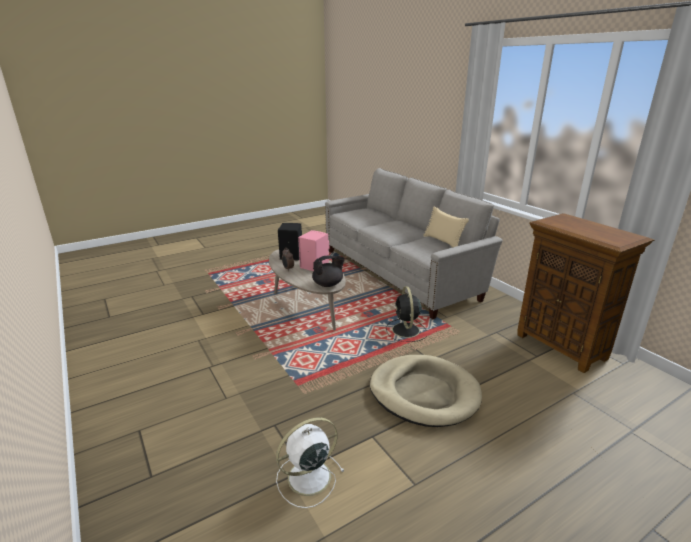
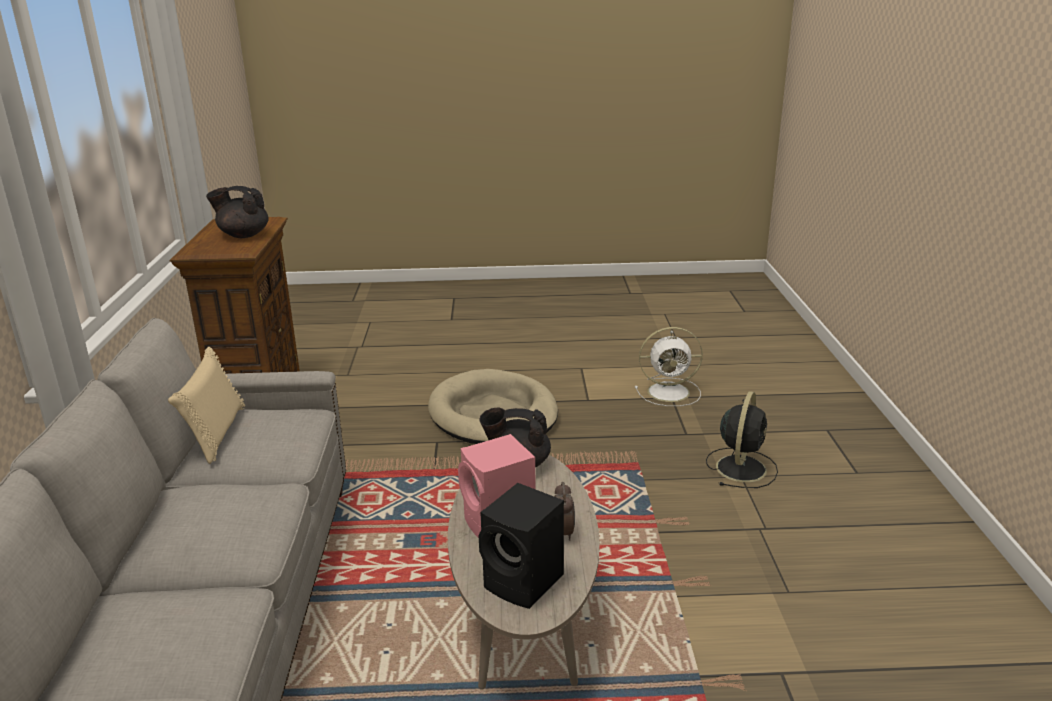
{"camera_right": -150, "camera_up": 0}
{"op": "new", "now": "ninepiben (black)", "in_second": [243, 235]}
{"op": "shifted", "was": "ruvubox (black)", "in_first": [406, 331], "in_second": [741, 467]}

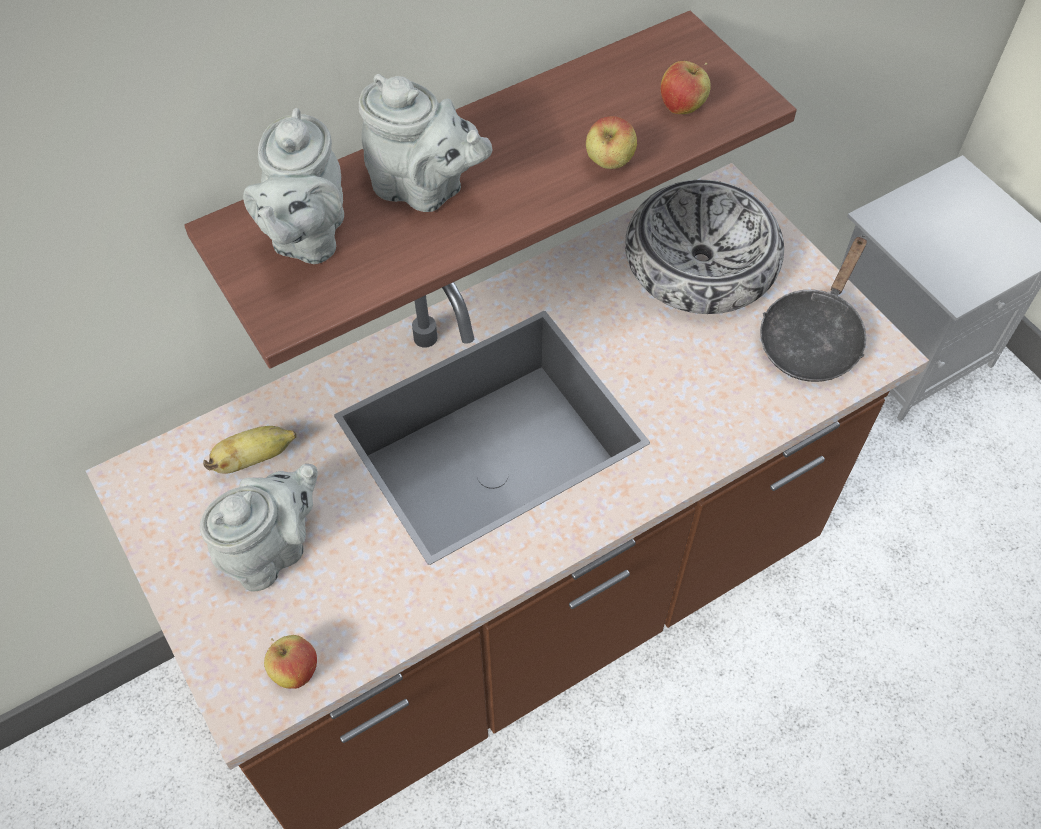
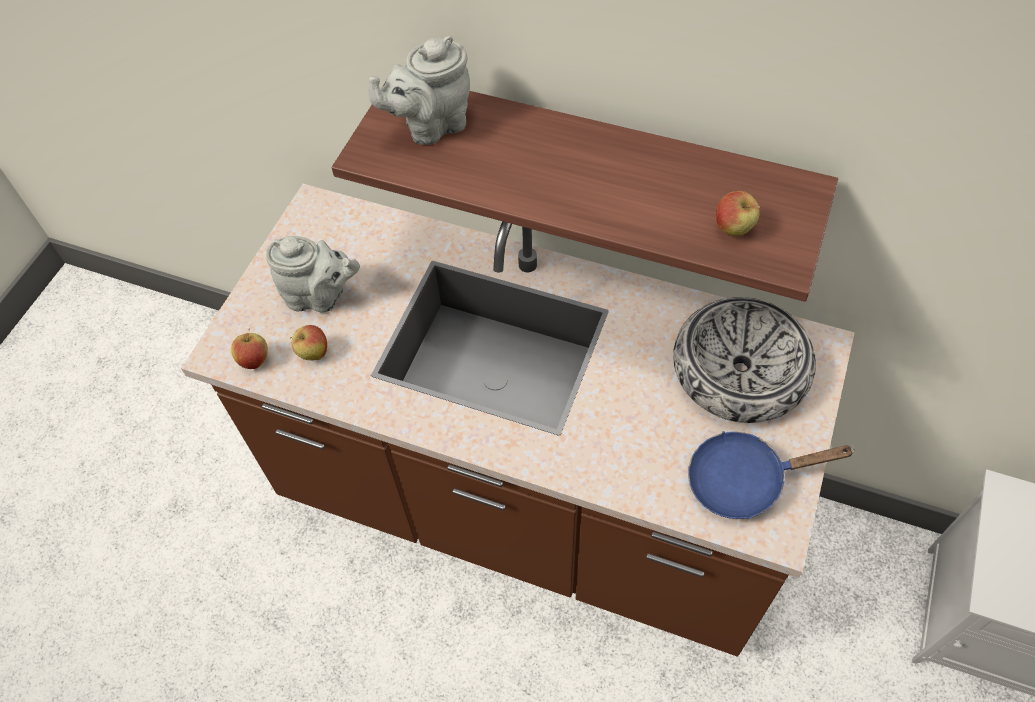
{"camera_right": 55, "camera_up": 0}
{"op": "shifted", "was": "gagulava", "in_first": [609, 164], "in_second": [313, 353]}
{"op": "repainted", "was": "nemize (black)", "now": "nemize (blue)", "in_first": [813, 337], "in_second": [744, 480]}
{"op": "gone", "was": "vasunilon", "in_first": [254, 458]}
{"op": "gone", "was": "ninepiben (grey)", "in_first": [424, 189]}

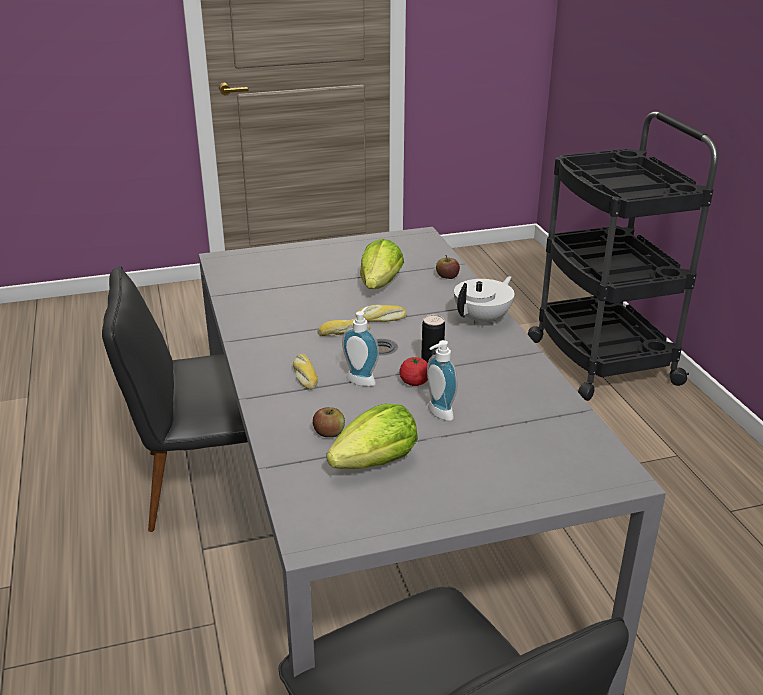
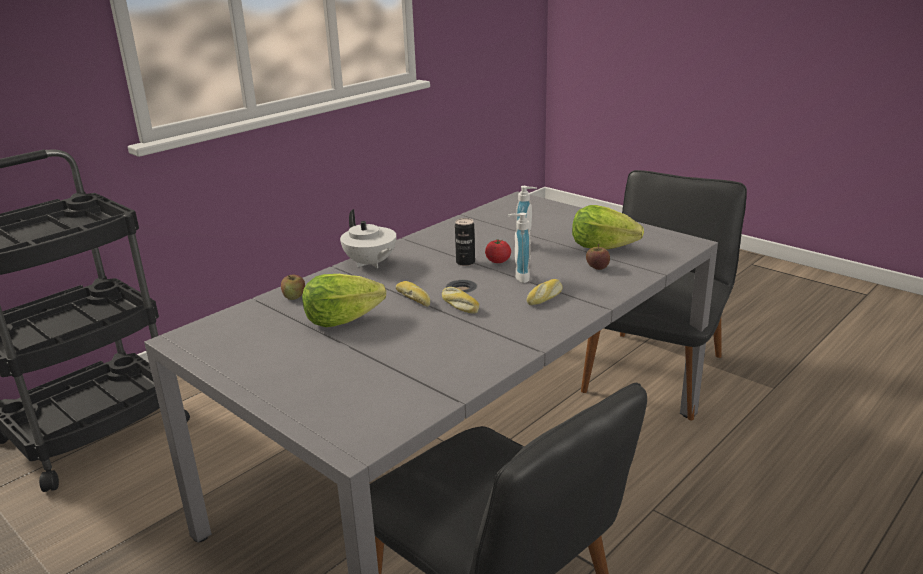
{"camera_right": -120, "camera_up": -5}
{"op": "rotated", "was": "ninepiben (white)", "in_first": [483, 319], "in_second": [370, 264], "clockwise": -135}

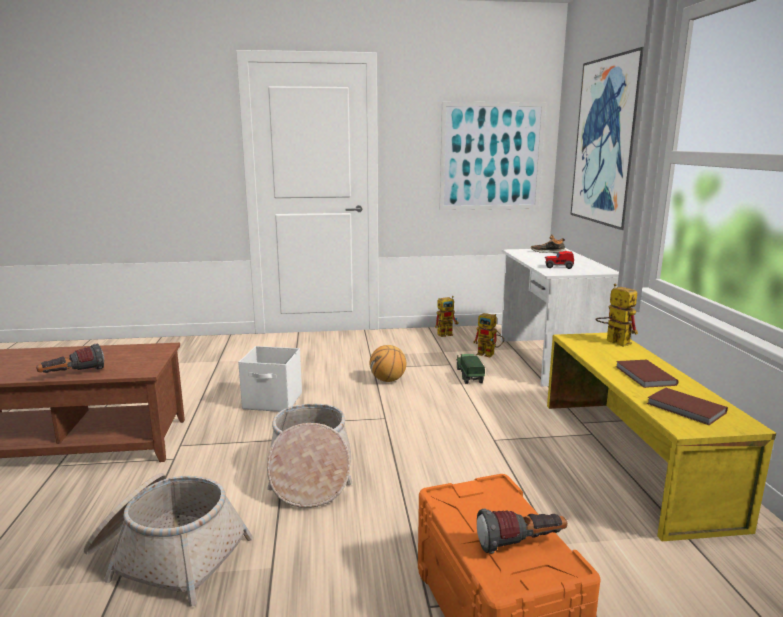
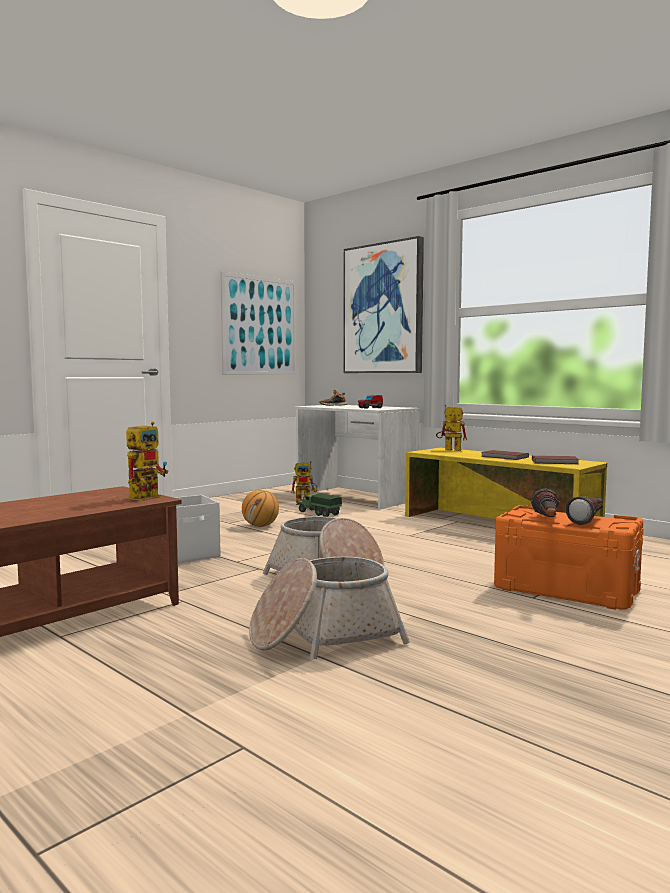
{"camera_right": -40, "camera_up": -10}
{"op": "shifted", "was": "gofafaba", "in_first": [447, 334], "in_second": [147, 496]}
{"op": "shifted", "was": "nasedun", "in_first": [73, 374], "in_second": [547, 520]}

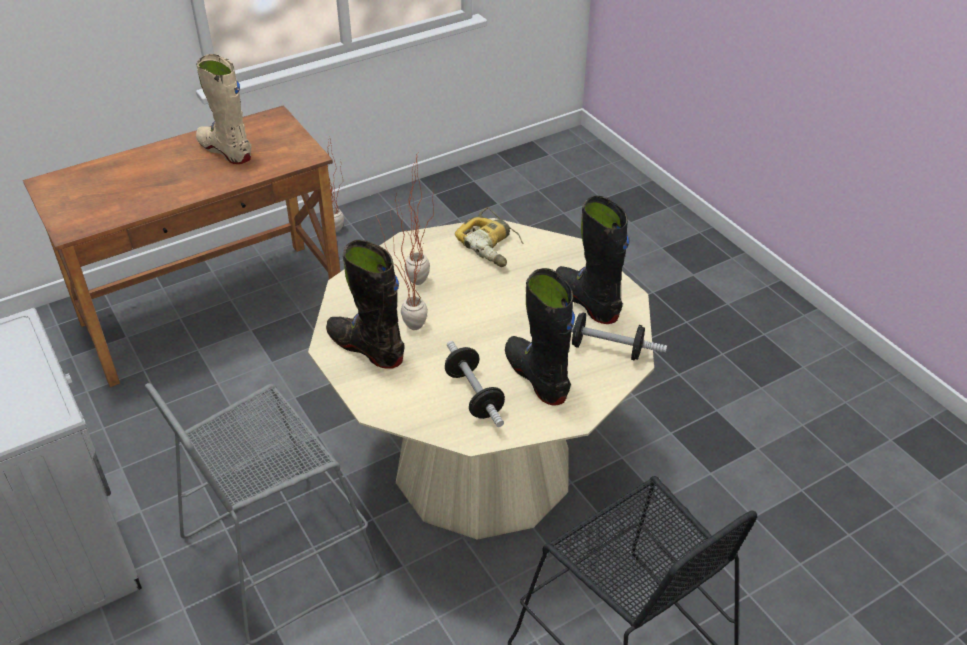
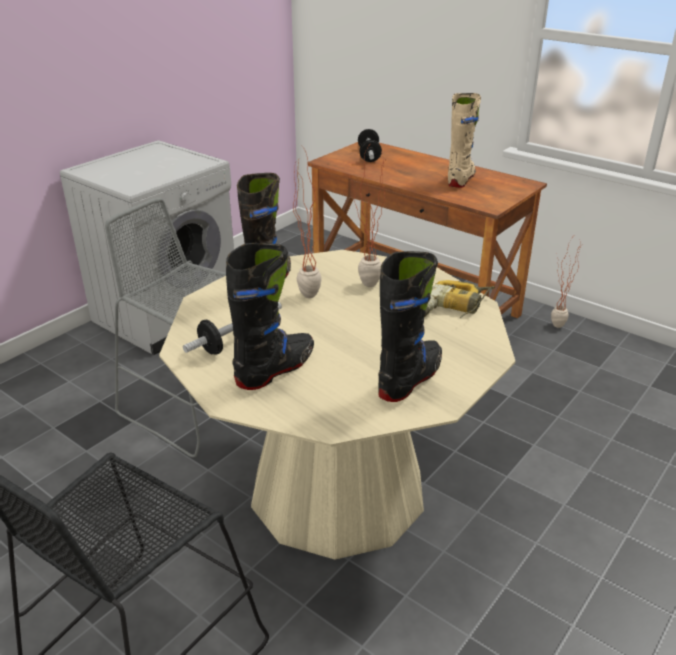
{"camera_right": 70, "camera_up": -10}
{"op": "shifted", "was": "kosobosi", "in_first": [606, 349], "in_second": [369, 156]}

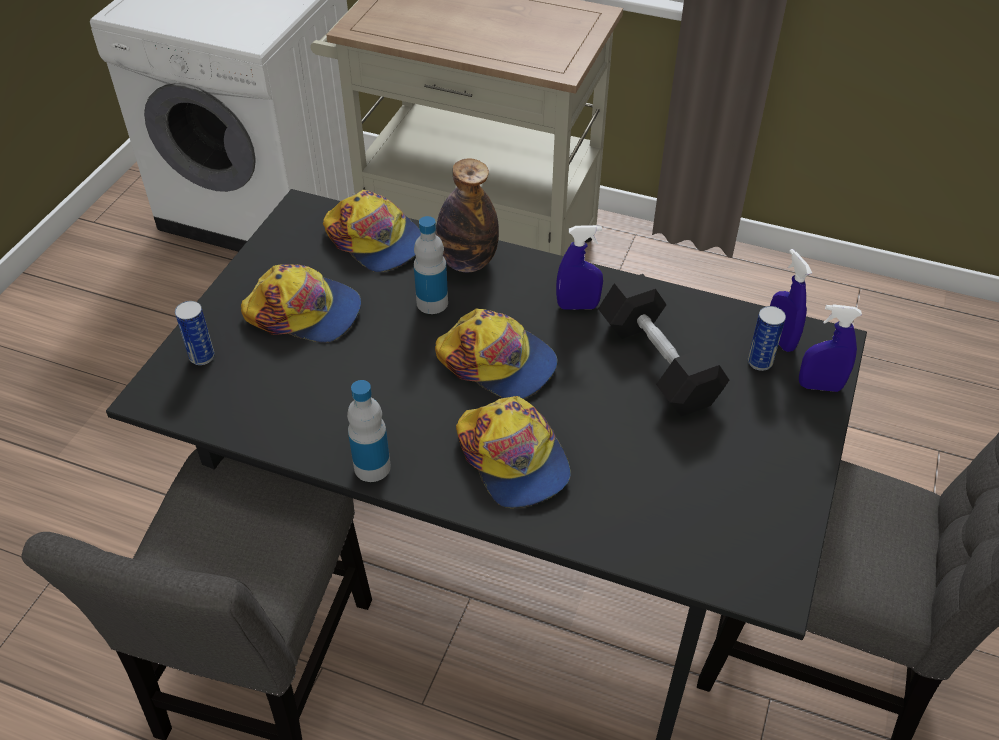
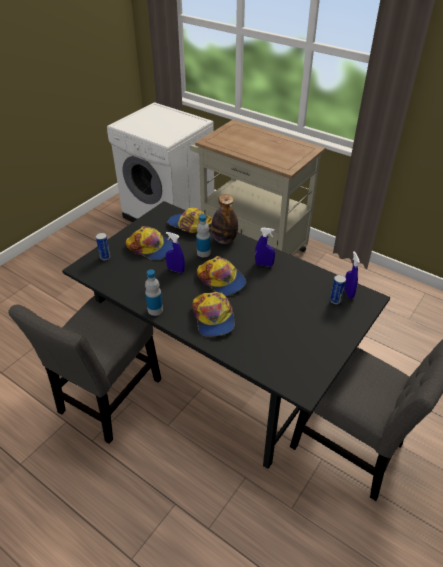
{"camera_right": 15, "camera_up": -5}
{"op": "shifted", "was": "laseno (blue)", "in_first": [819, 386], "in_second": [176, 270]}
{"op": "rotated", "was": "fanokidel", "in_first": [376, 240], "in_second": [190, 225], "clockwise": 150}
{"op": "gone", "was": "kosobosi (black)", "in_first": [658, 363]}

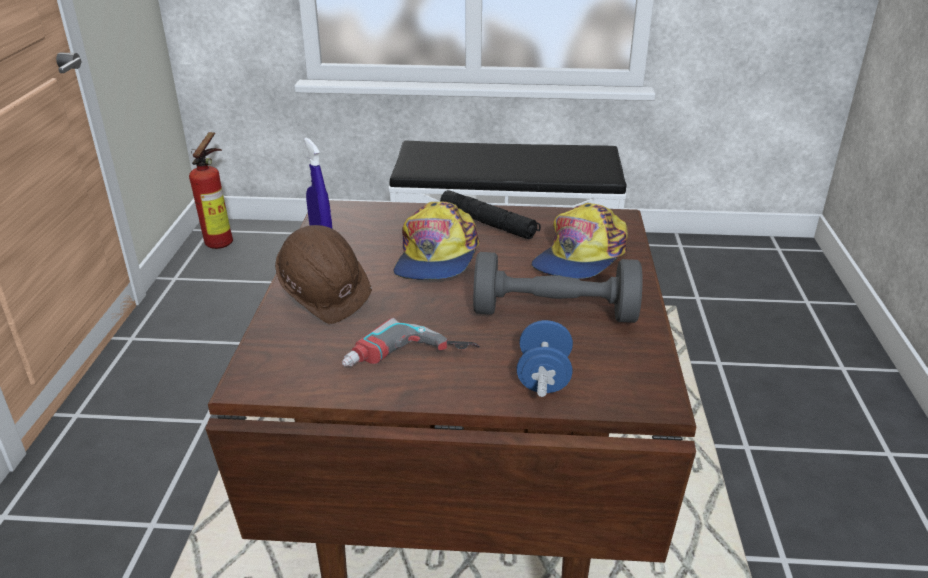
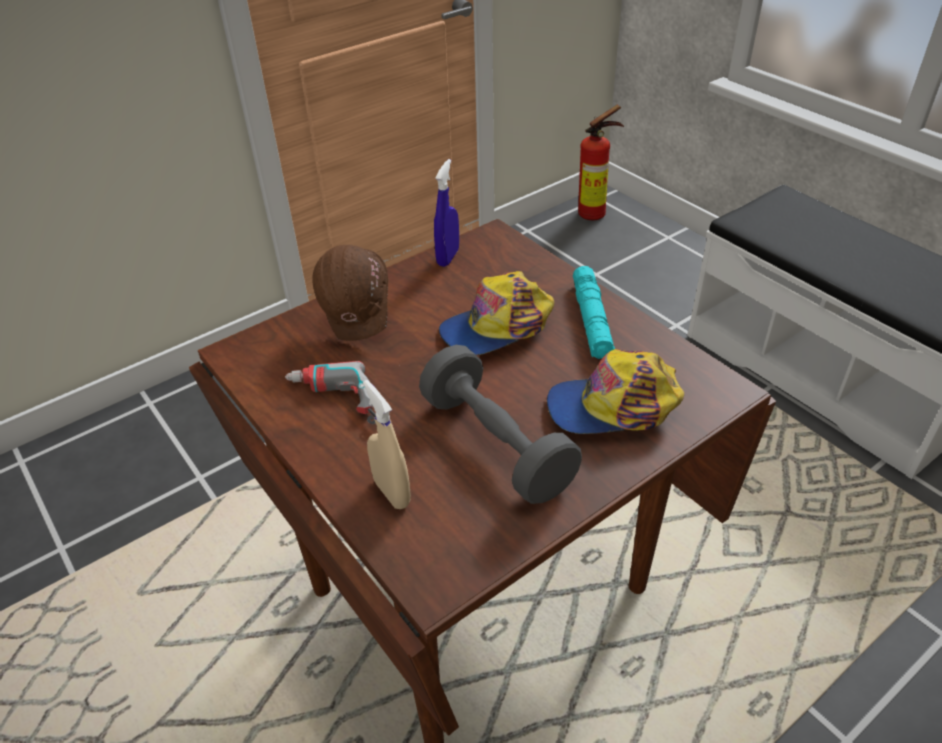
{"camera_right": 50, "camera_up": 10}
{"op": "swapped", "was": "kosobosi (blue)", "now": "laseno (beige)", "in_first": [543, 377], "in_second": [392, 493]}
{"op": "repainted", "was": "nasedun (black)", "now": "nasedun (turquoise)", "in_first": [488, 224], "in_second": [591, 321]}

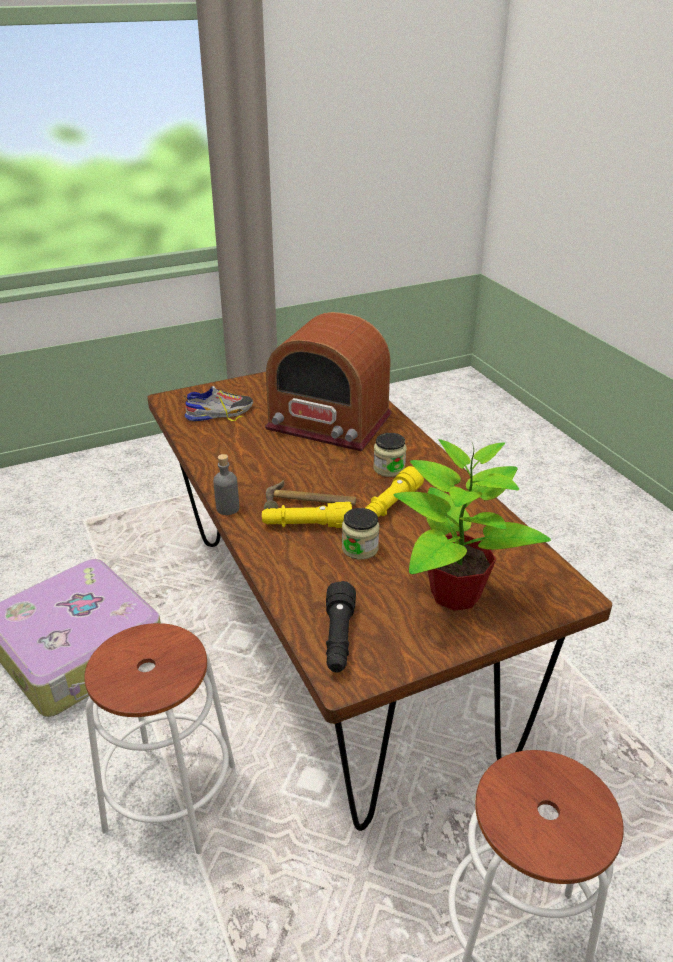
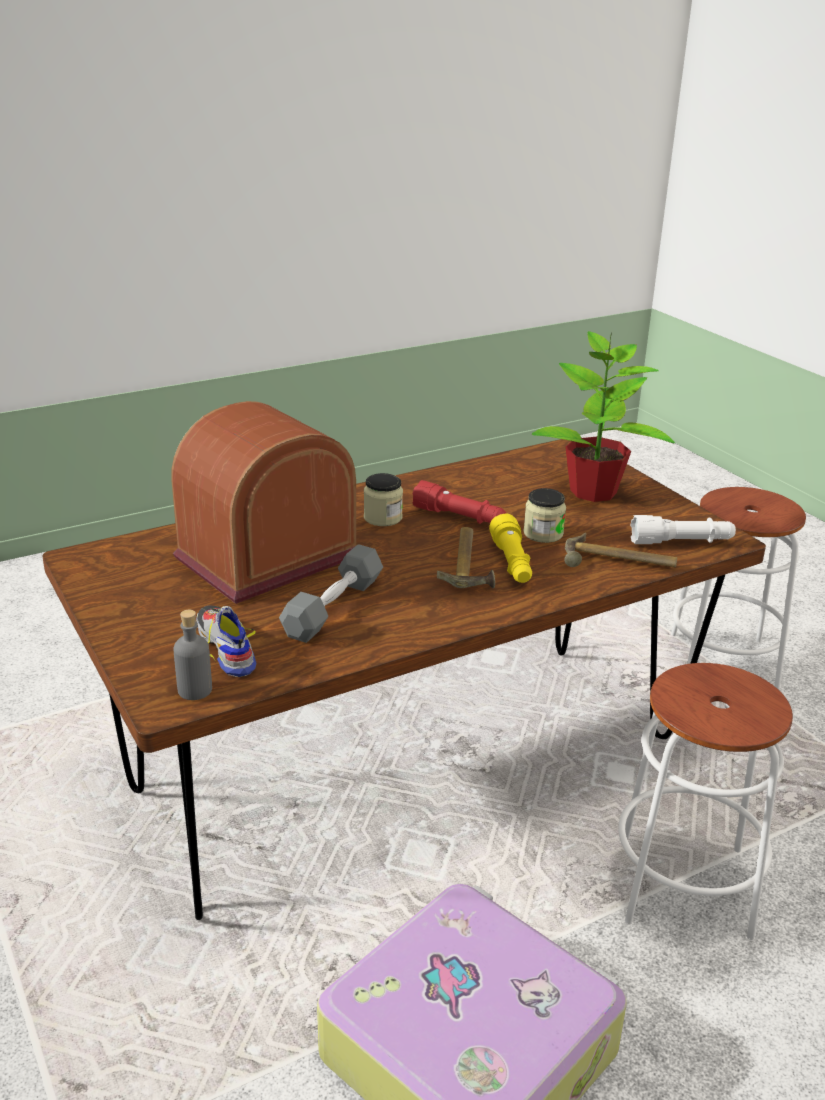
{"camera_right": -95, "camera_up": -5}
{"op": "rotated", "was": "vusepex", "in_first": [328, 422], "in_second": [266, 556], "clockwise": -150}
{"op": "shifted", "was": "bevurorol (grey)", "in_first": [227, 508], "in_second": [195, 690]}
{"op": "new", "now": "kosobosi (grey)", "in_second": [333, 607]}
{"op": "repainted", "was": "nasedun (yellow)", "now": "nasedun (red)", "in_first": [390, 505], "in_second": [459, 517]}
{"op": "new", "now": "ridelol", "in_second": [618, 562]}
{"op": "repainted", "was": "nasedun (black)", "now": "nasedun (white)", "in_first": [338, 638], "in_second": [681, 542]}

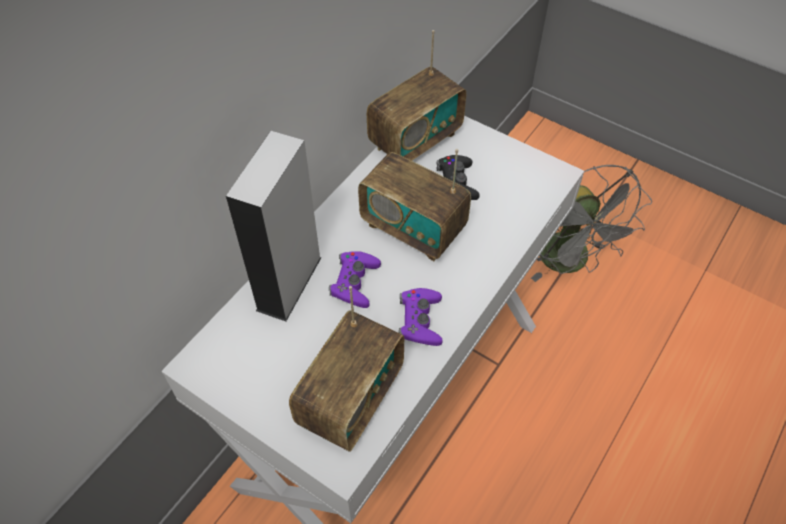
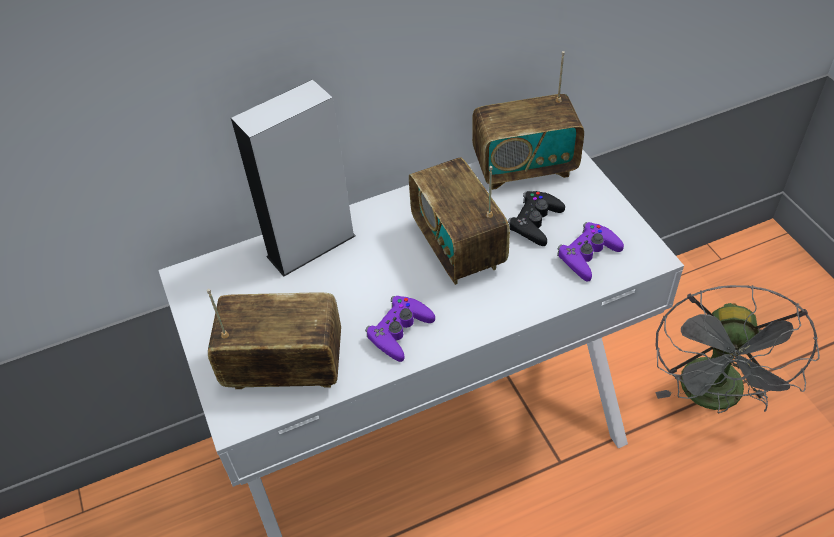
{"camera_right": 35, "camera_up": -5}
{"op": "rotated", "was": "vusepex", "in_first": [351, 399], "in_second": [285, 369], "clockwise": -150}
{"op": "shifted", "was": "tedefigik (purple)", "in_first": [355, 282], "in_second": [588, 255]}

